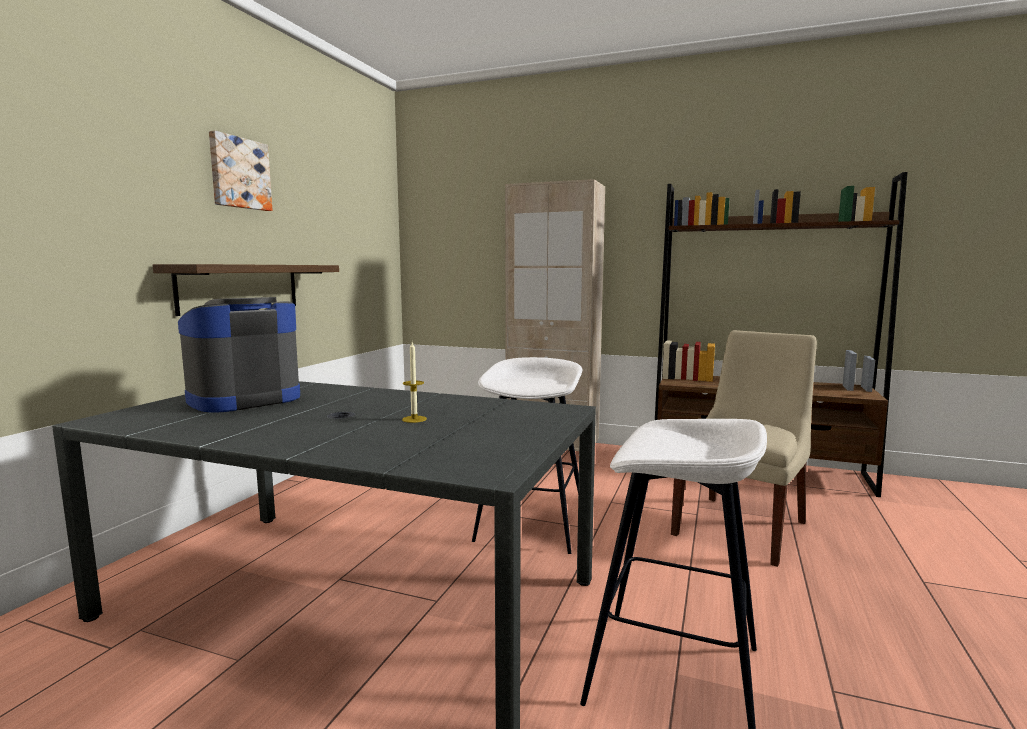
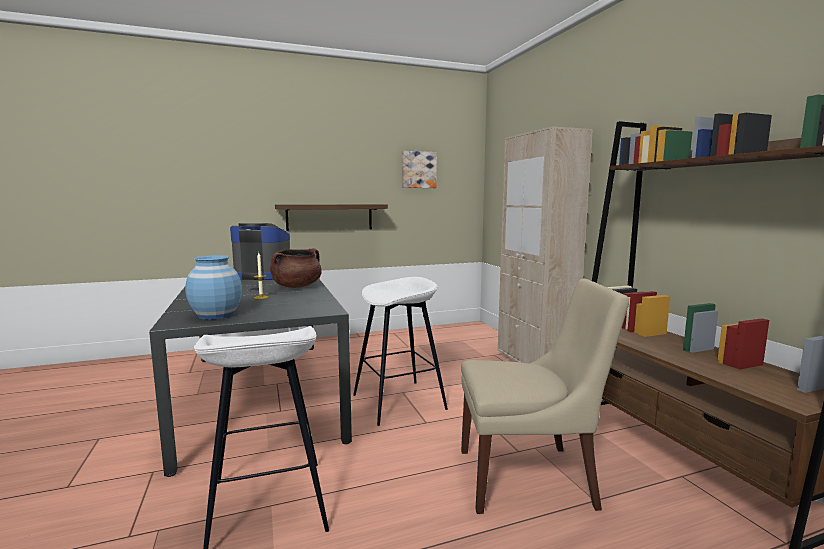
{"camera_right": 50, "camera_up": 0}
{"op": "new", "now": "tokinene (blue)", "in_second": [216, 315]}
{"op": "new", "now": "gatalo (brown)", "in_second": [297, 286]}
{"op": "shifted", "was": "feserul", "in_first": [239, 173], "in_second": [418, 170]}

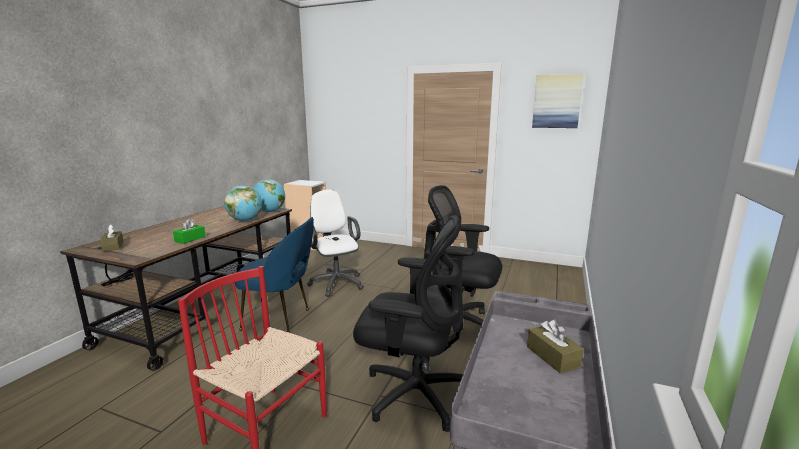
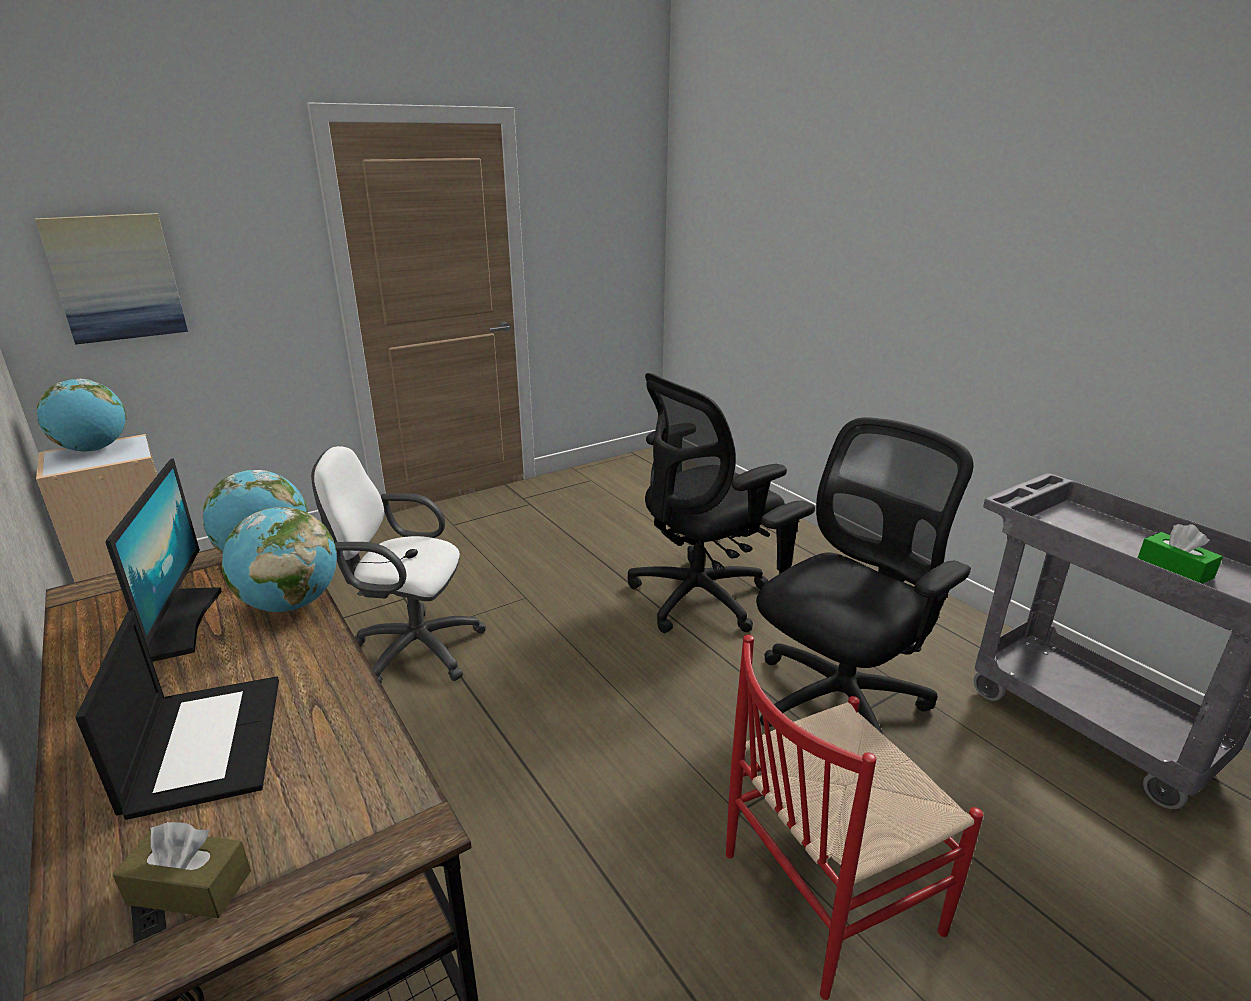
{"camera_right": -55, "camera_up": 10}
{"op": "shifted", "was": "feserul", "in_first": [557, 101], "in_second": [116, 277]}
{"op": "new", "now": "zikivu", "in_second": [94, 449]}
{"op": "new", "now": "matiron", "in_second": [205, 742]}
{"op": "new", "now": "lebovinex", "in_second": [178, 623]}
{"op": "shifted", "was": "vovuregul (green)", "in_first": [190, 239], "in_second": [1174, 569]}
{"op": "gone", "was": "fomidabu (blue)", "in_first": [281, 320]}
{"op": "gone", "was": "vovuregul (brown)", "in_first": [552, 357]}

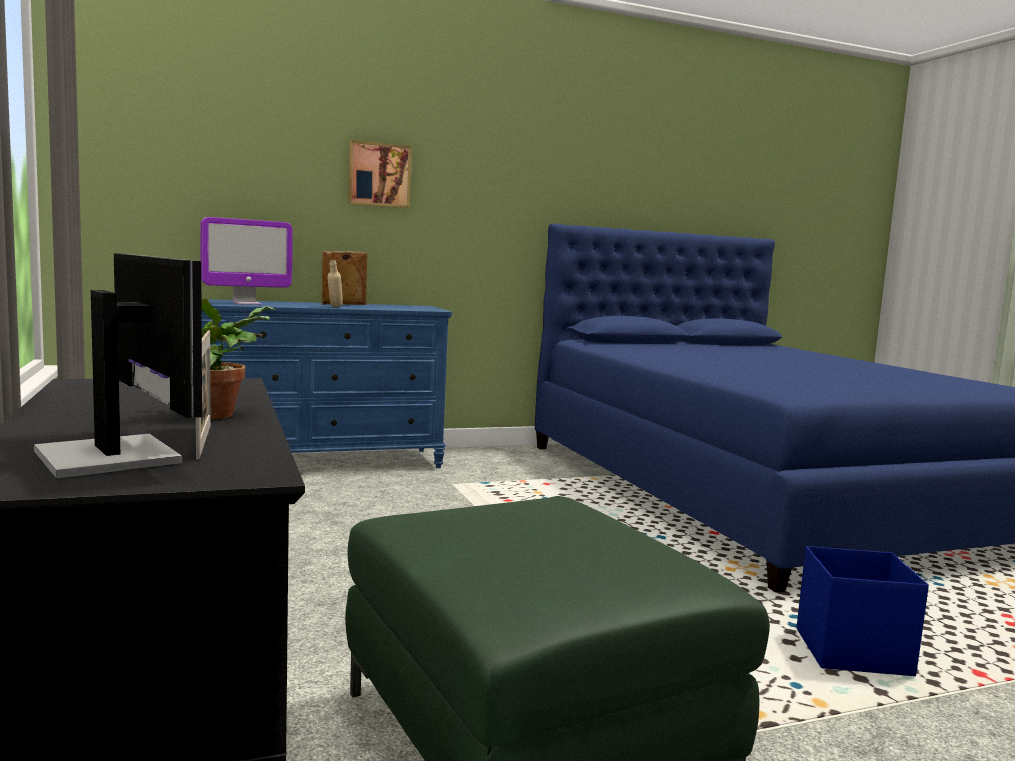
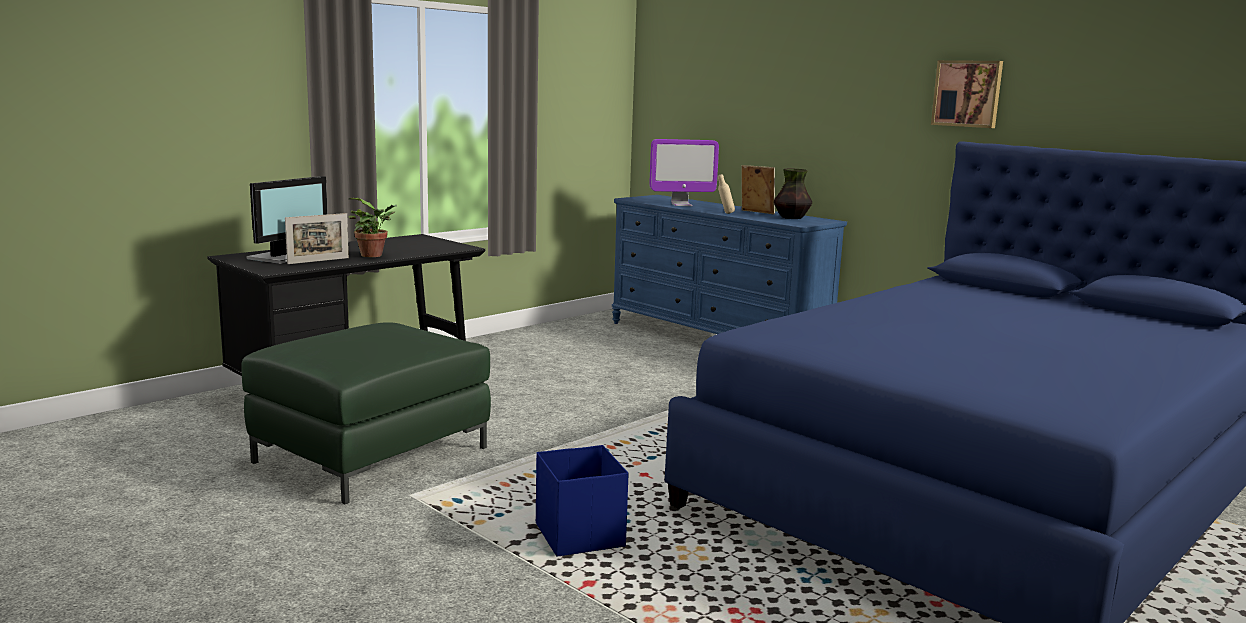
{"camera_right": 65, "camera_up": 5}
{"op": "rotated", "was": "lebovinex", "in_first": [246, 303], "in_second": [681, 205], "clockwise": -45}
{"op": "new", "now": "tokinene", "in_second": [791, 218]}
{"op": "shifted", "was": "feserul", "in_first": [379, 175], "in_second": [967, 93]}

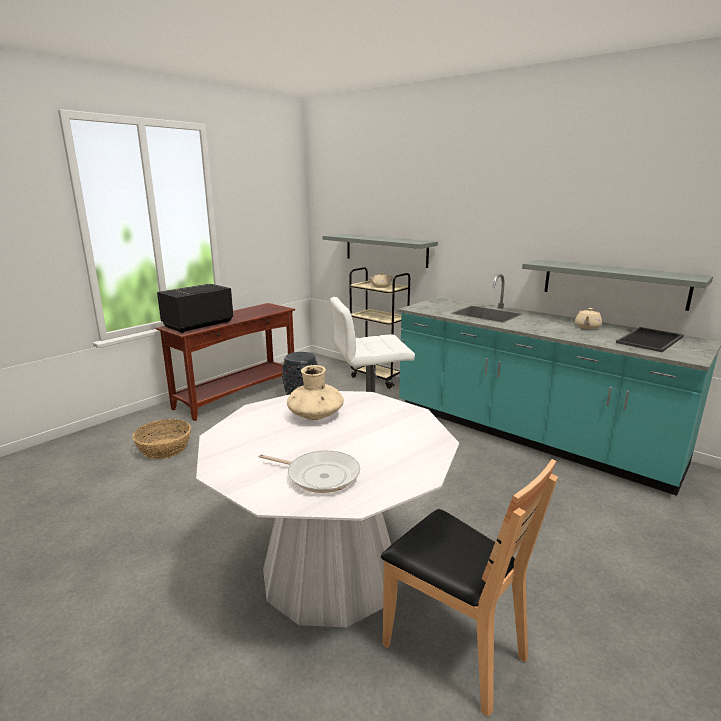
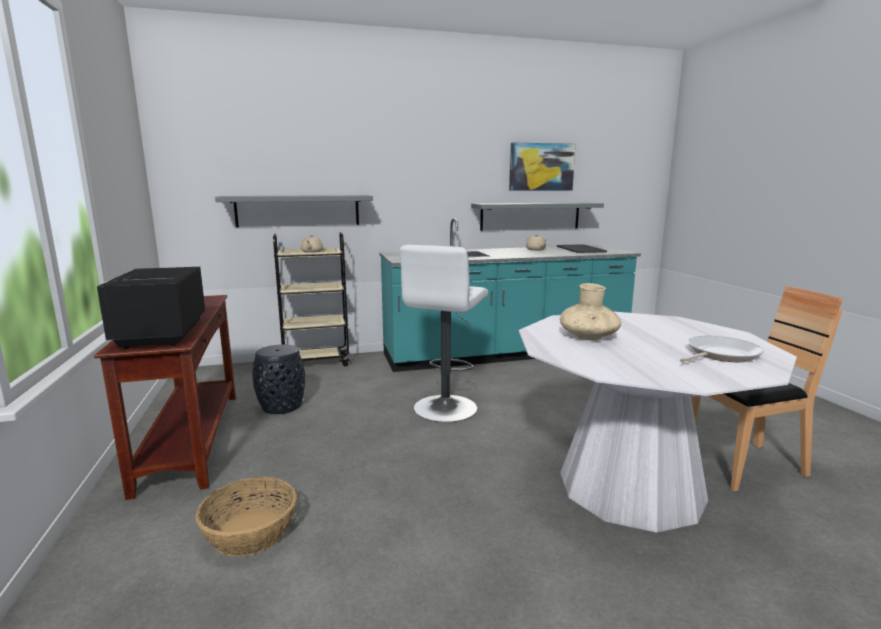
{"camera_right": -55, "camera_up": -5}
{"op": "new", "now": "feserul", "in_second": [541, 167]}

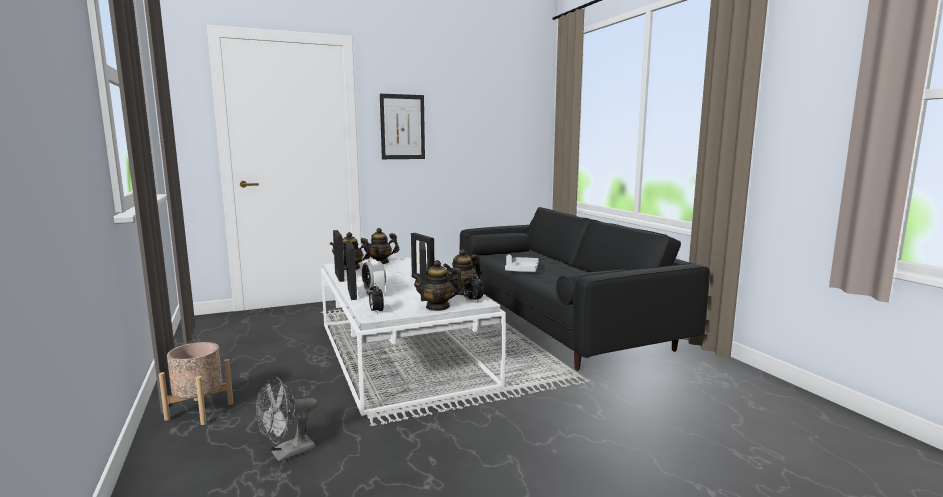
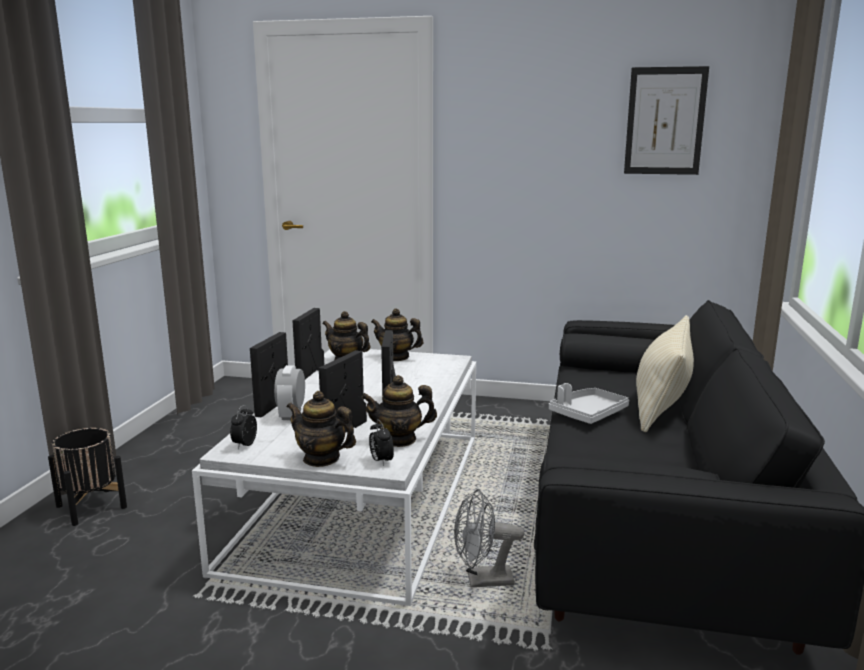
{"camera_right": 35, "camera_up": 5}
{"op": "repainted", "was": "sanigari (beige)", "now": "sanigari (black)", "in_first": [199, 411], "in_second": [91, 506]}
{"op": "shifted", "was": "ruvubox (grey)", "in_first": [286, 453], "in_second": [482, 581]}
{"op": "shifted", "was": "feserul", "in_first": [402, 127], "in_second": [665, 121]}
{"op": "new", "now": "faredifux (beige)", "in_second": [661, 406]}

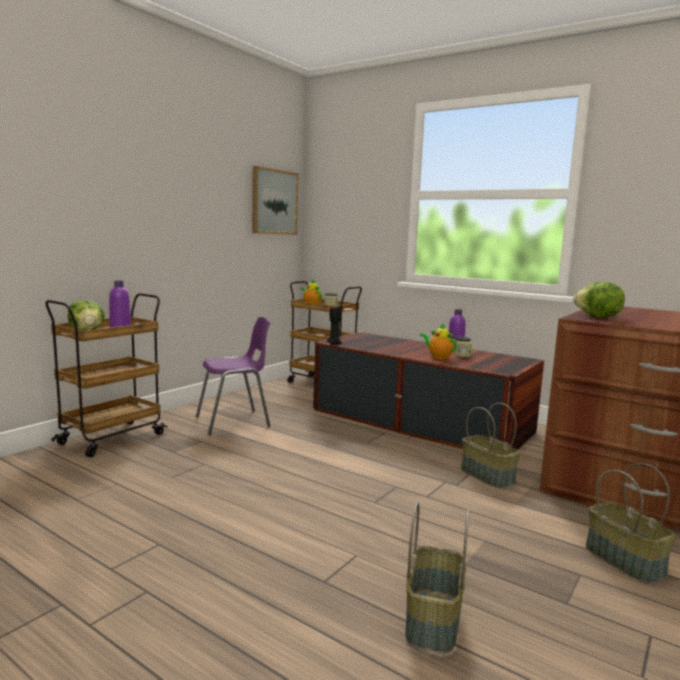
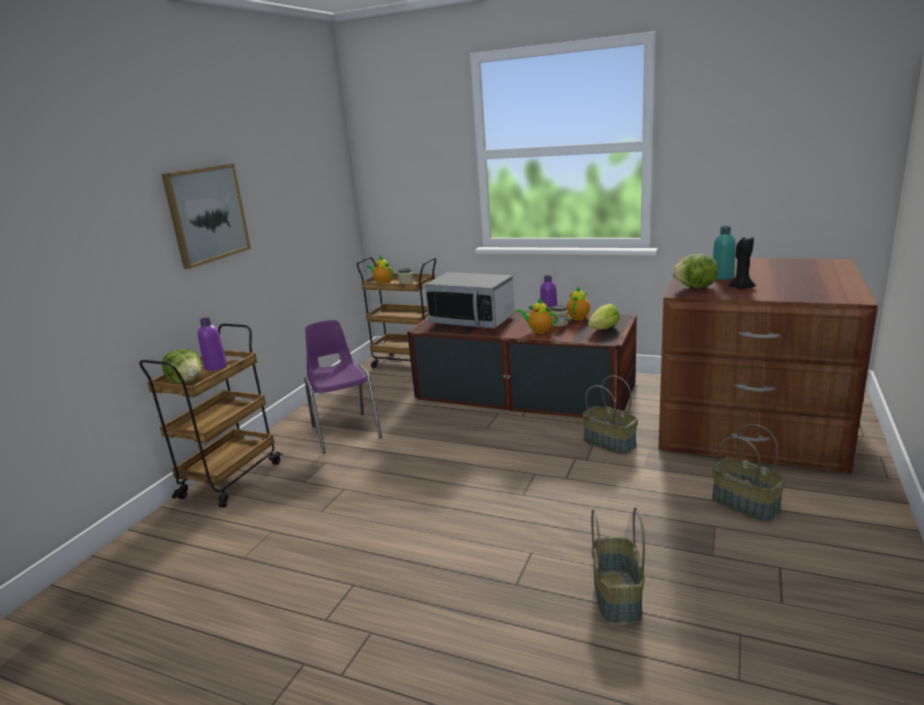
{"camera_right": -10, "camera_up": 10}
{"op": "shifted", "was": "feserul", "in_first": [274, 202], "in_second": [207, 214]}
{"op": "rotated", "was": "fomidabu (purple)", "in_first": [235, 422], "in_second": [345, 431], "clockwise": -75}
{"op": "new", "now": "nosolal", "in_second": [472, 320]}
{"op": "new", "now": "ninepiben", "in_second": [579, 317]}
{"op": "new", "now": "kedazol", "in_second": [604, 329]}
{"op": "new", "now": "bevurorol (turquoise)", "in_second": [722, 277]}
{"op": "shifted", "was": "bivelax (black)", "in_first": [334, 343], "in_second": [741, 287]}

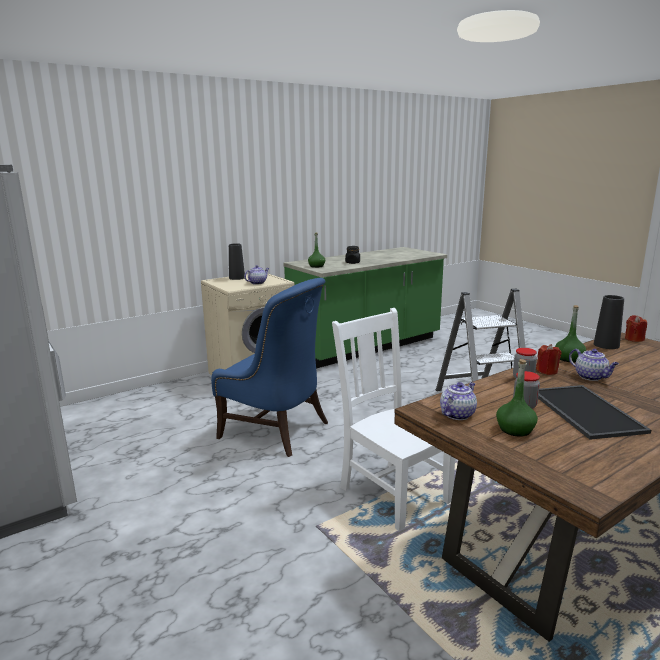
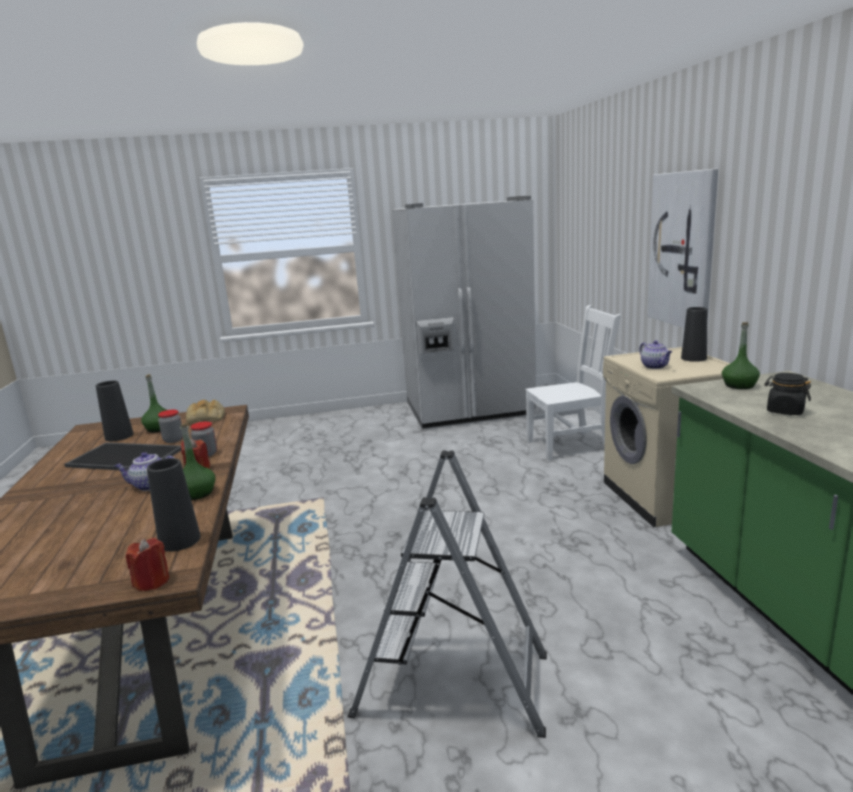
{"camera_right": 115, "camera_up": 0}
{"op": "new", "now": "tokinene (black)", "in_second": [119, 436]}
{"op": "swapped", "was": "ninepiben", "now": "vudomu", "in_first": [457, 414], "in_second": [206, 418]}
{"op": "shifted", "was": "fomidabu (white)", "in_first": [392, 492], "in_second": [570, 445]}
{"op": "new", "now": "feserul", "in_second": [682, 250]}
{"op": "gone", "was": "fomidabu (blue)", "in_first": [276, 430]}

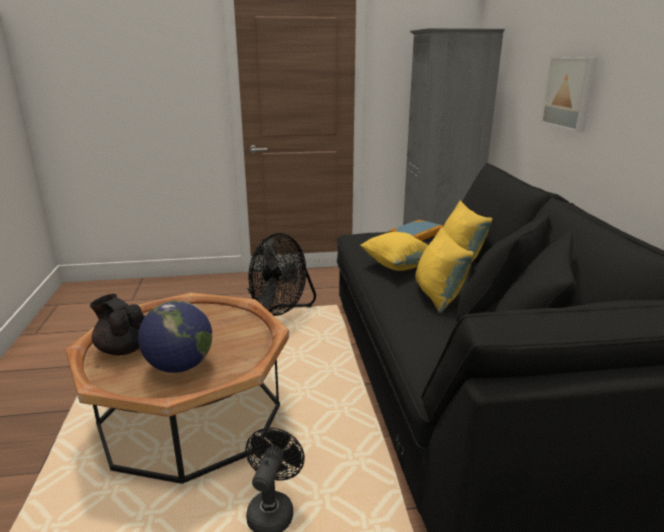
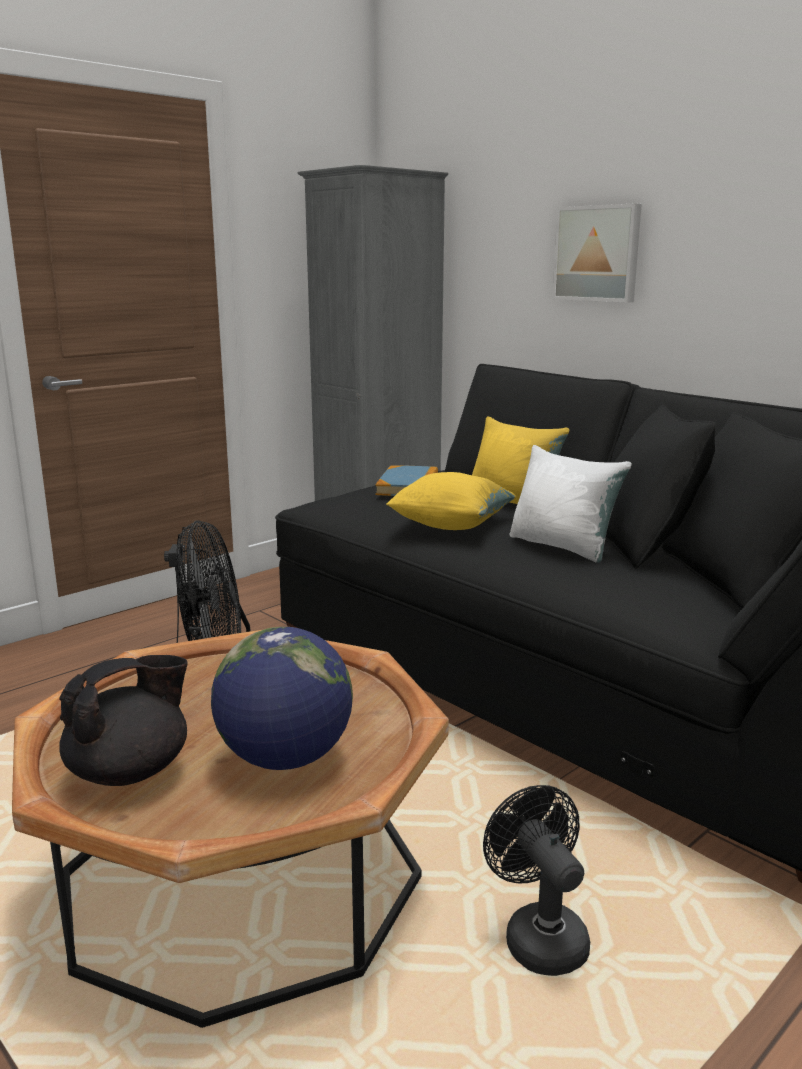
{"camera_right": -35, "camera_up": -5}
{"op": "rotated", "was": "ninepiben (black)", "in_first": [125, 348], "in_second": [131, 771], "clockwise": 135}
{"op": "repainted", "was": "faredifux (yellow)", "now": "faredifux (white)", "in_first": [438, 296], "in_second": [563, 546]}

